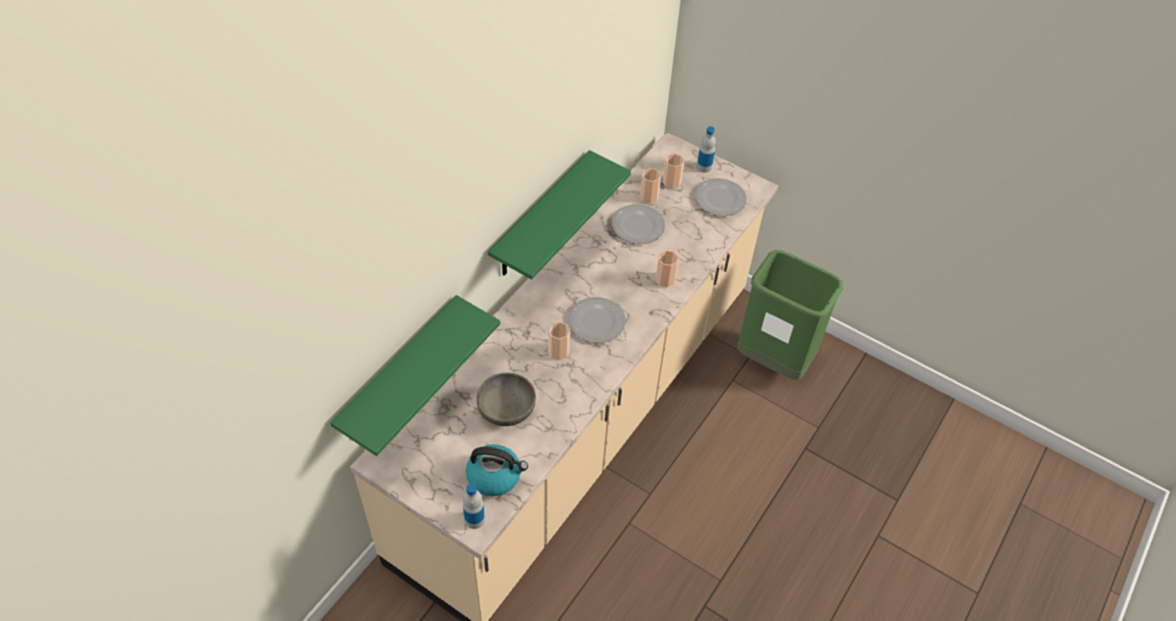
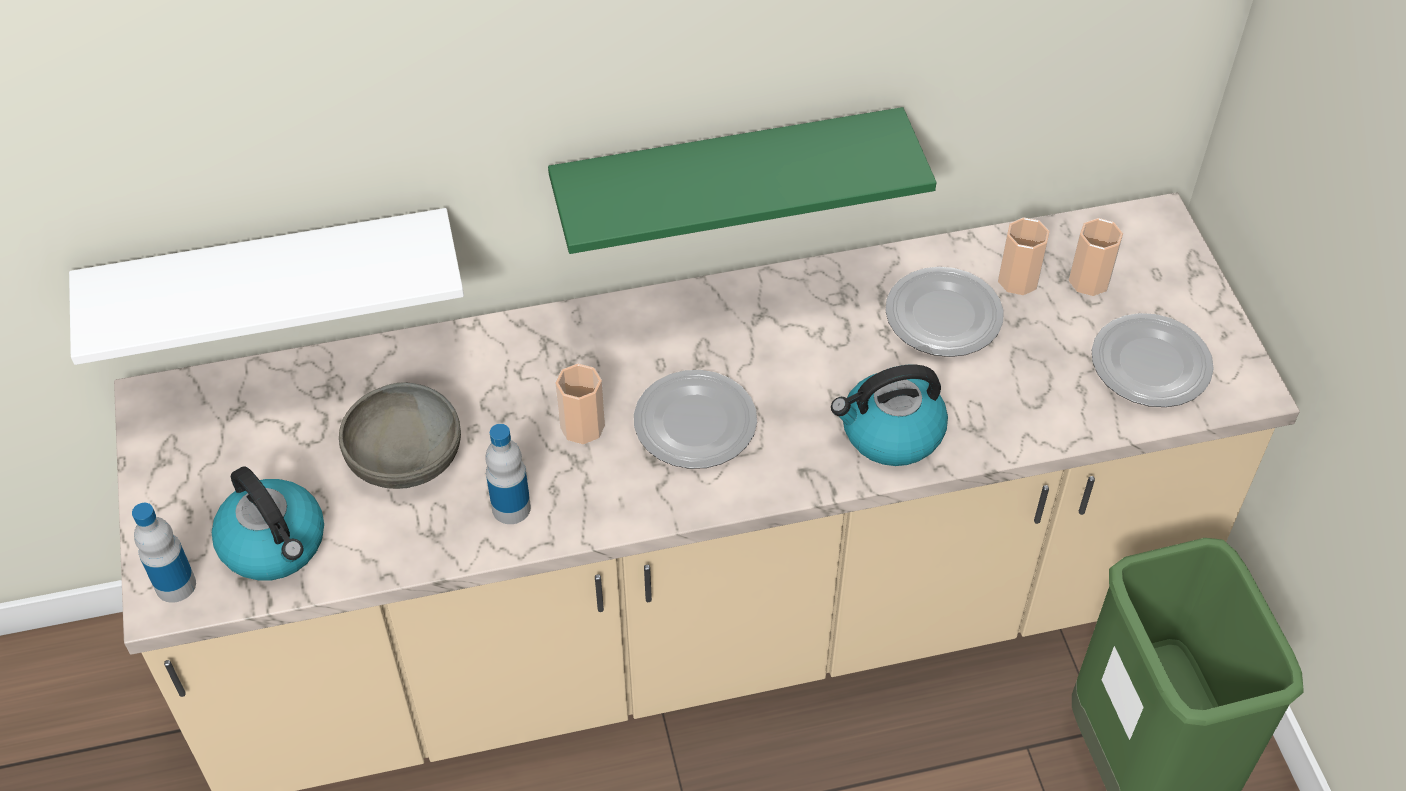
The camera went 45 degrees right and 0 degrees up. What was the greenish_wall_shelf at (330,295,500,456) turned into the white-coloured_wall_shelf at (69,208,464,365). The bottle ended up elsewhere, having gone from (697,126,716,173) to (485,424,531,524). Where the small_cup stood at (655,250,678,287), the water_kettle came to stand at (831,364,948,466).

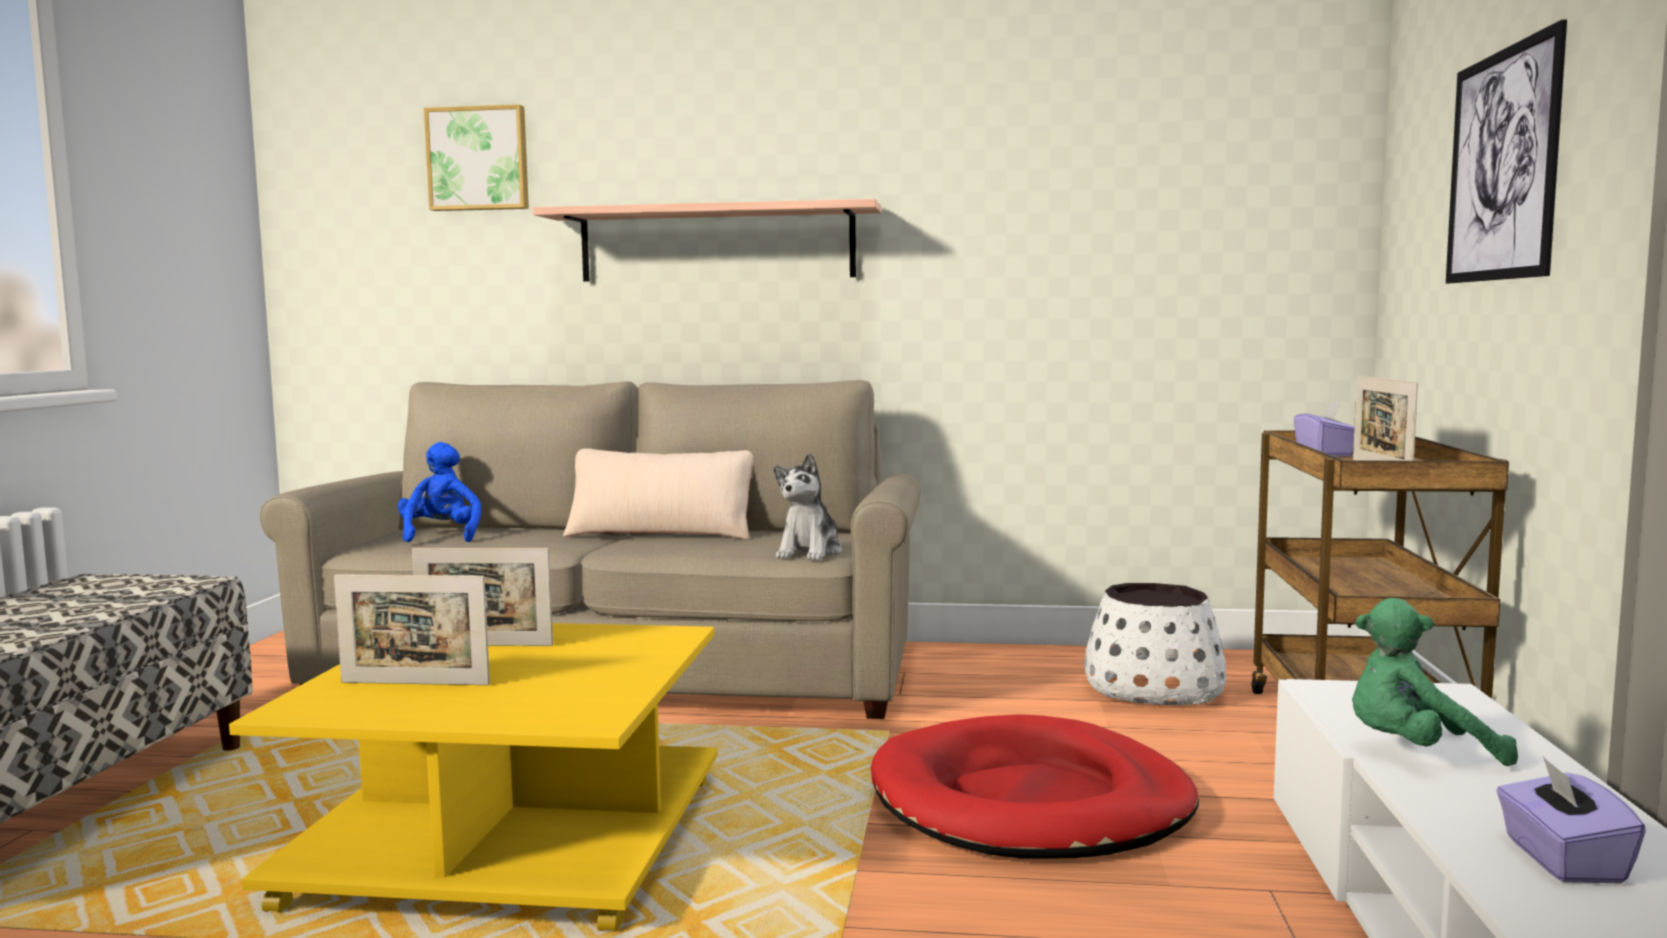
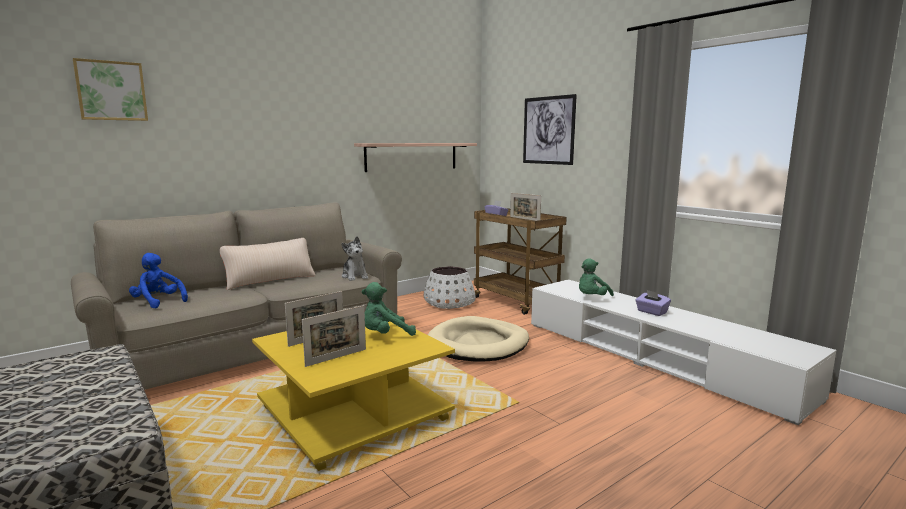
The camera went 45 degrees left and 5 degrees up. The wall_shelf ended up elsewhere, having gone from (533,199,882,282) to (354,143,477,172). The second view gained the greenish_plush_toy at (361,282,416,336). What was the red-coloured_dog_cushion at (871,714,1199,859) turned into the beige-coloured_dog_cushion at (428,316,529,362).

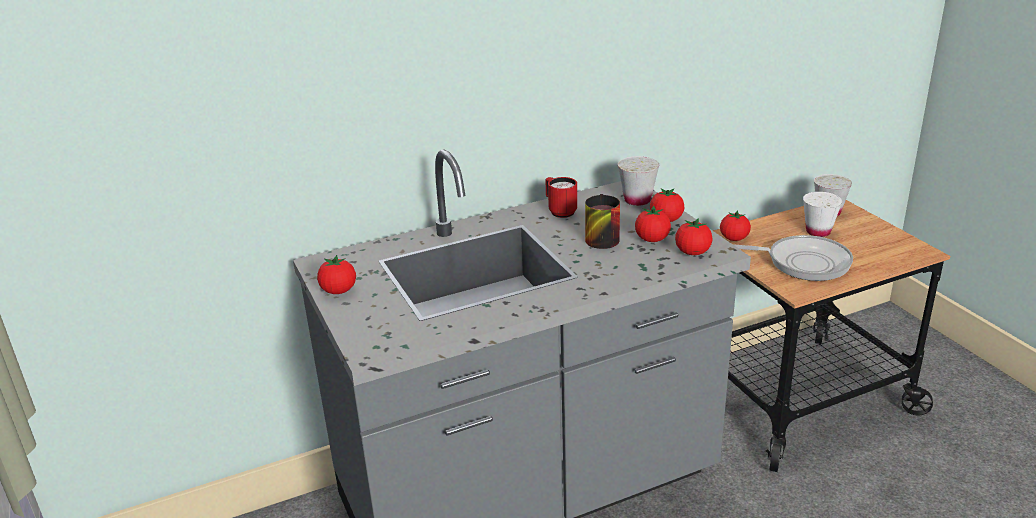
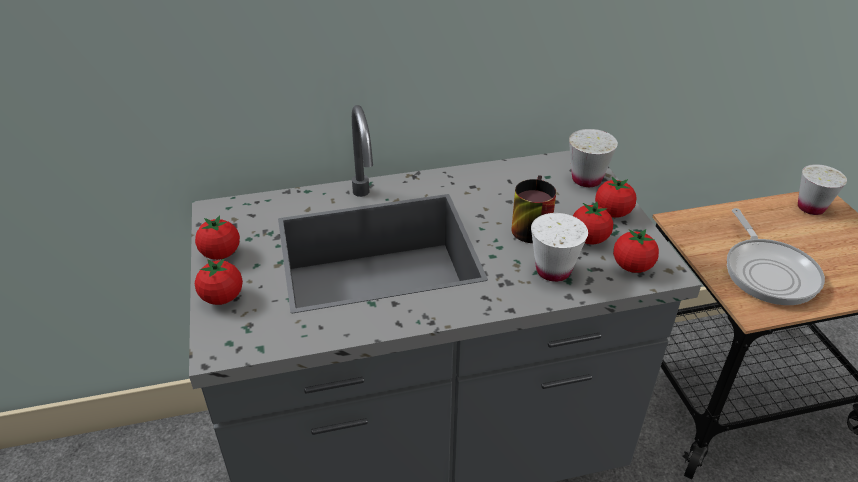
The camera went 10 degrees right and 10 degrees up. The whole_tomato ended up elsewhere, having gone from (720,210,751,241) to (195,258,243,305). The white-coloured_small_cup ended up elsewhere, having gone from (803,192,842,237) to (531,213,588,282). The frying_pan at (733,235,853,281) ended up facing another way, 60 degrees clockwise from before. The second view lost the red-coloured_mug at (545,177,577,218).

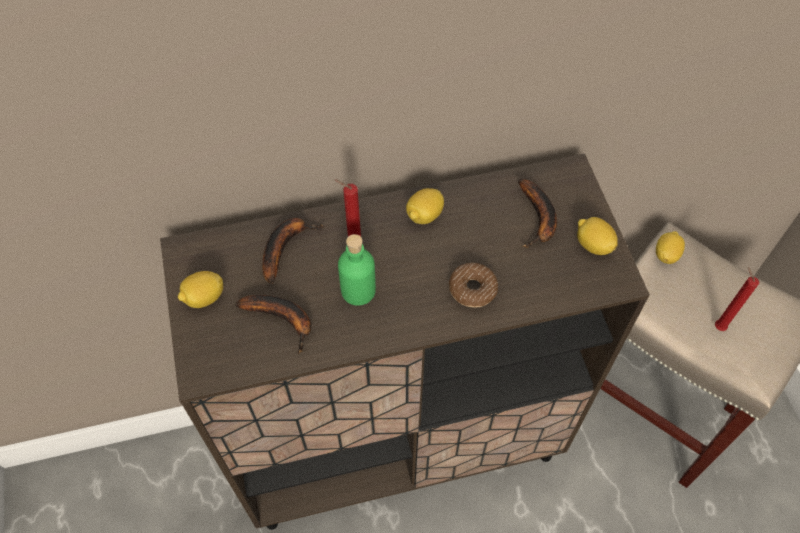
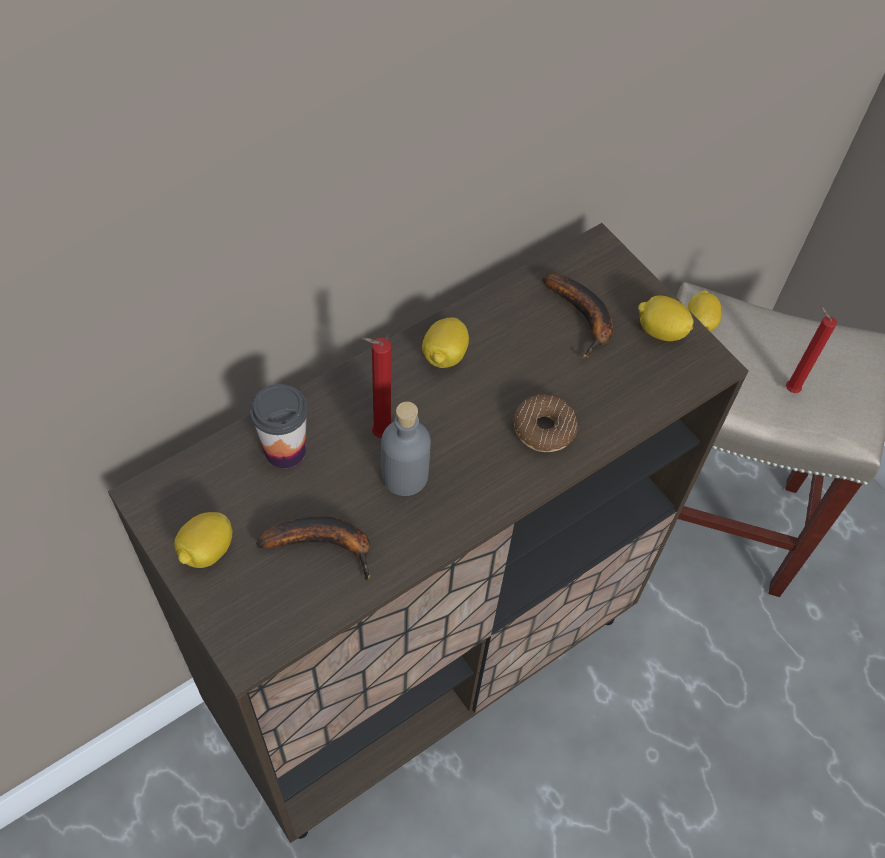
The camera went 25 degrees left and 0 degrees up. Where the whole_banana stood at (262,218,324,284), the small_cup came to stand at (250,384,308,468). What was the greenish_bottle at (338,234,376,306) turned into the gray_bottle at (381,402,431,496).

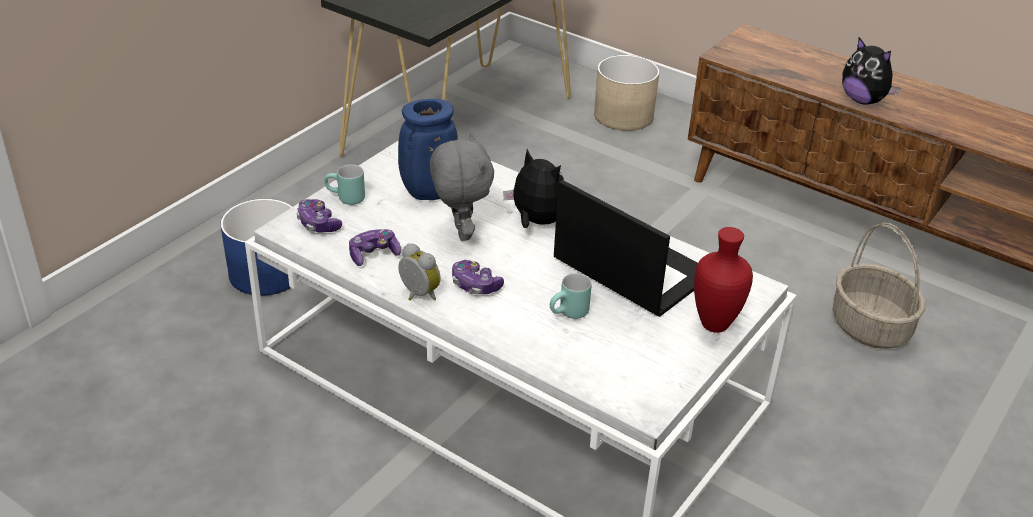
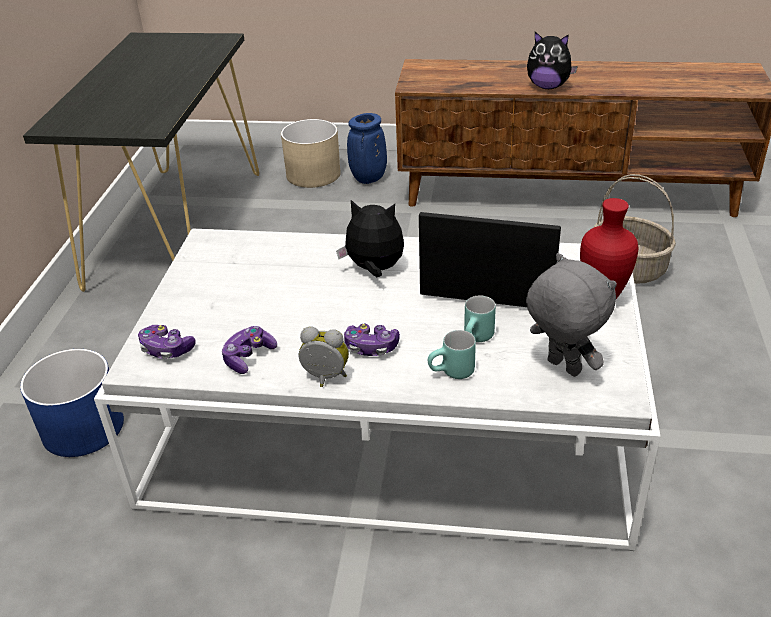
The camera went 25 degrees left and 0 degrees up. The blue-coloured_flower_vase ended up elsewhere, having gone from (398,99,458,200) to (347,113,387,184). The turquoise_mug ended up elsewhere, having gone from (324,164,365,205) to (428,330,476,379). The gray_plush_toy ended up elsewhere, having gone from (430,133,494,241) to (526,253,617,377).

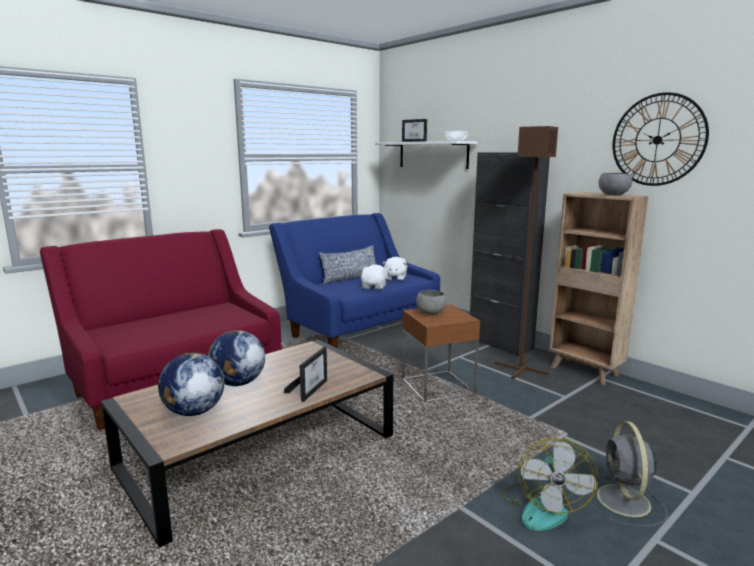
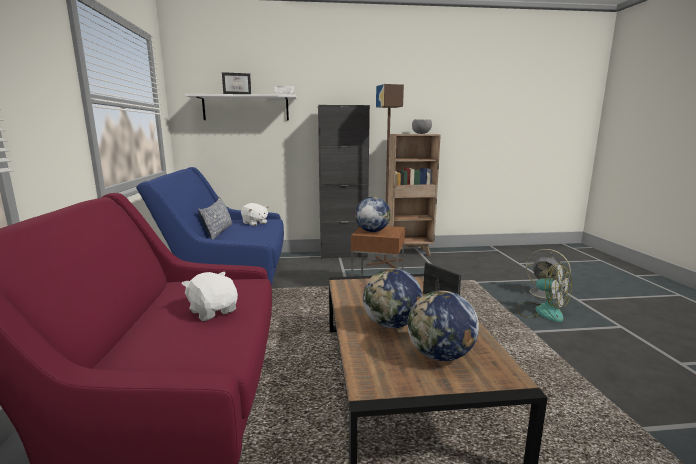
The camera went 55 degrees left and 0 degrees up. The white-coloured_plush_toy ended up elsewhere, having gone from (361,264,389,290) to (182,272,238,321). Where the gray_bowl stood at (416,290,447,315), the desk_globe came to stand at (355,197,391,232). The second view lost the clock_on_the_wall at (612,92,709,186).

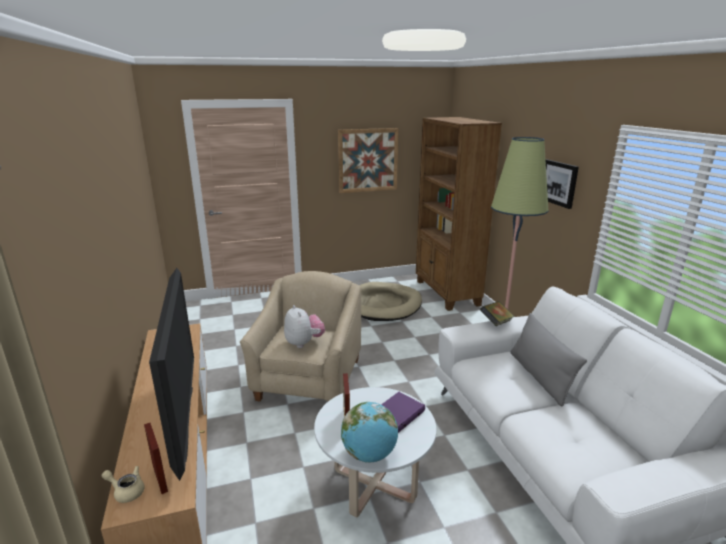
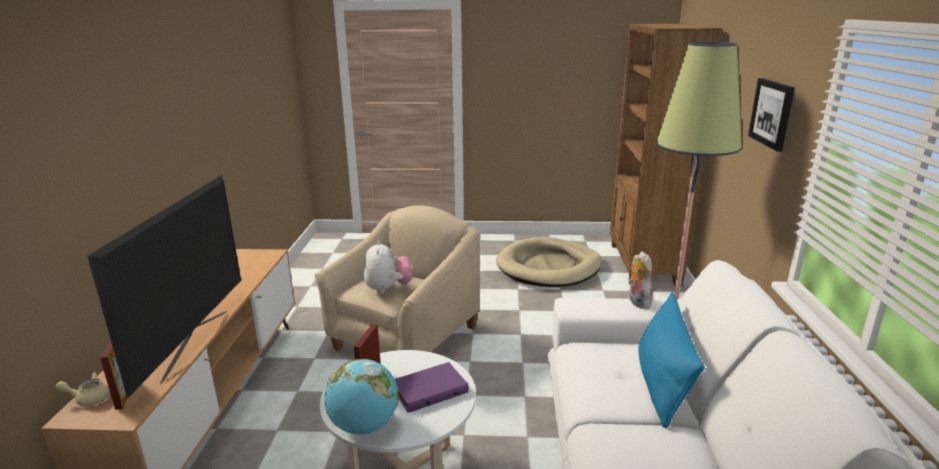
The camera went 20 degrees right and 0 degrees up. The beige-coloured_teapot at (101,466,144,503) ended up facing another way, 45 degrees counterclockwise from before. Where the book stood at (480,301,514,326), the plush_toy came to stand at (629,251,653,309). What was the gray_pillow at (510,313,587,407) turned into the blue-coloured_pillow at (639,293,705,428). The second view lost the picture at (338,128,399,193).

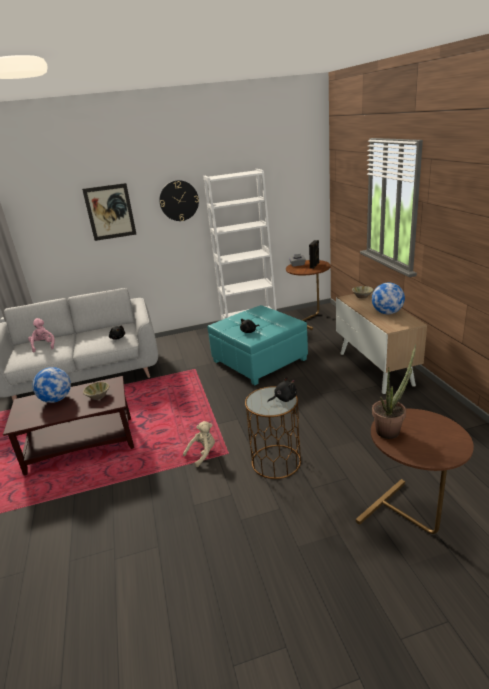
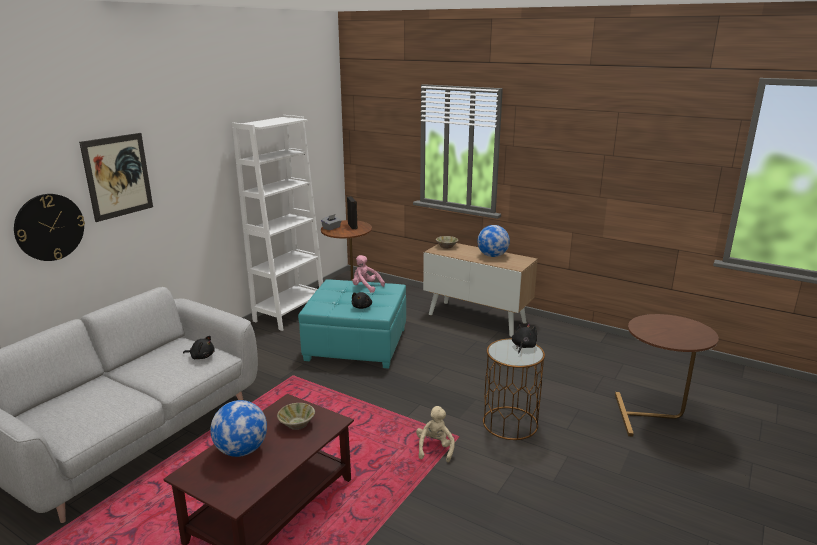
The camera went 45 degrees left and 5 degrees down. The clock_on_the_wall ended up elsewhere, having gone from (159,180,199,221) to (14,194,85,261). The pink-coloured_plush_toy ended up elsewhere, having gone from (28,318,55,352) to (352,255,385,293). The second view lost the plant_in_a_pot at (372,344,416,439).

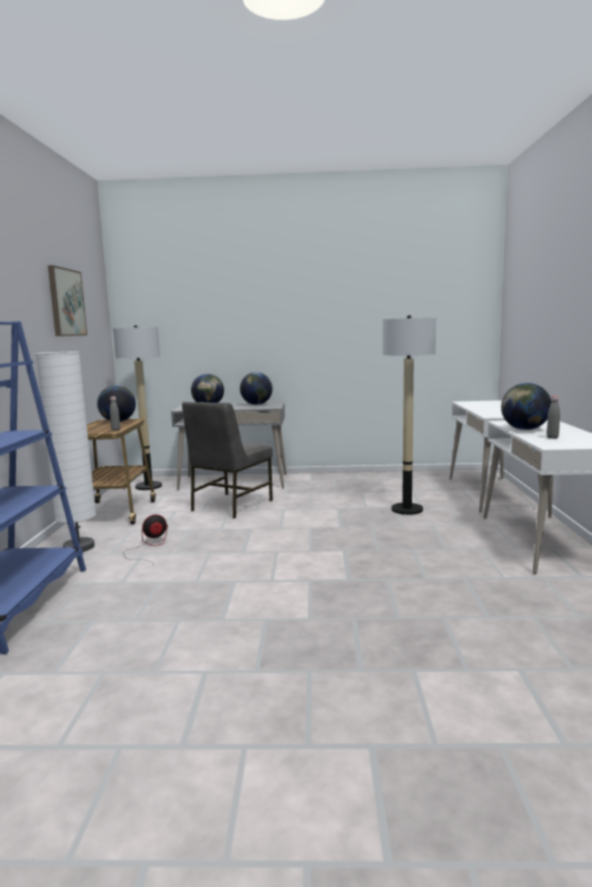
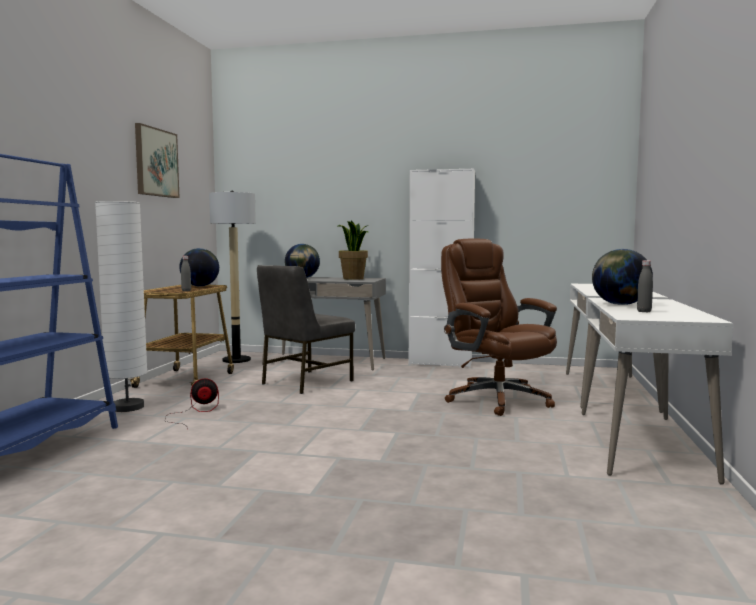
The camera went 10 degrees right and 5 degrees down. Where the desk_globe stood at (240,372,273,405), the plant_in_a_pot came to stand at (337,220,368,280). The second view gained the white-coloured_cabinet at (409,169,475,368). Where the floor_lamp stood at (383,315,436,515), the brownish_desk_chair came to stand at (441,238,557,416).

